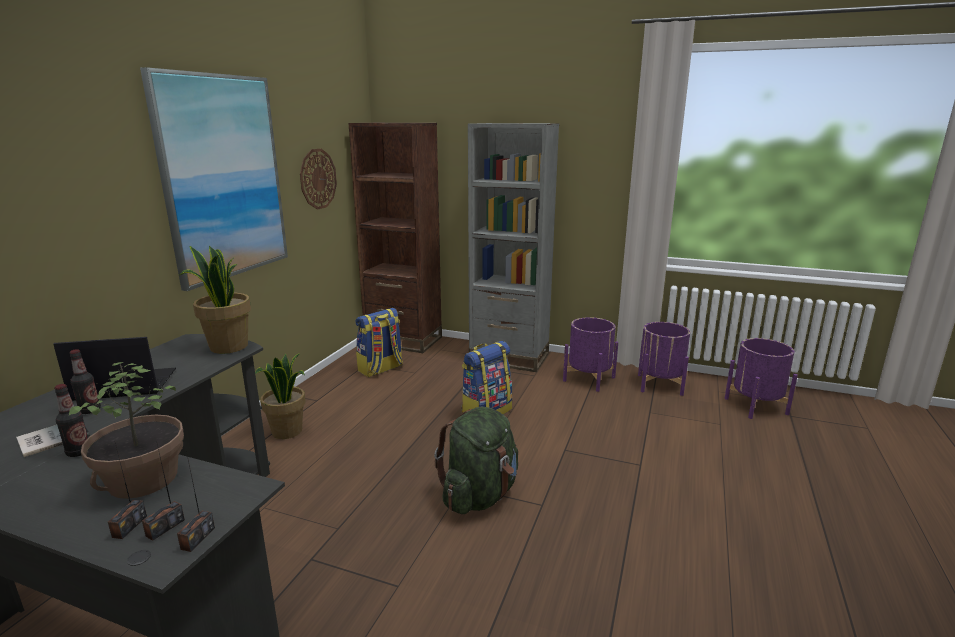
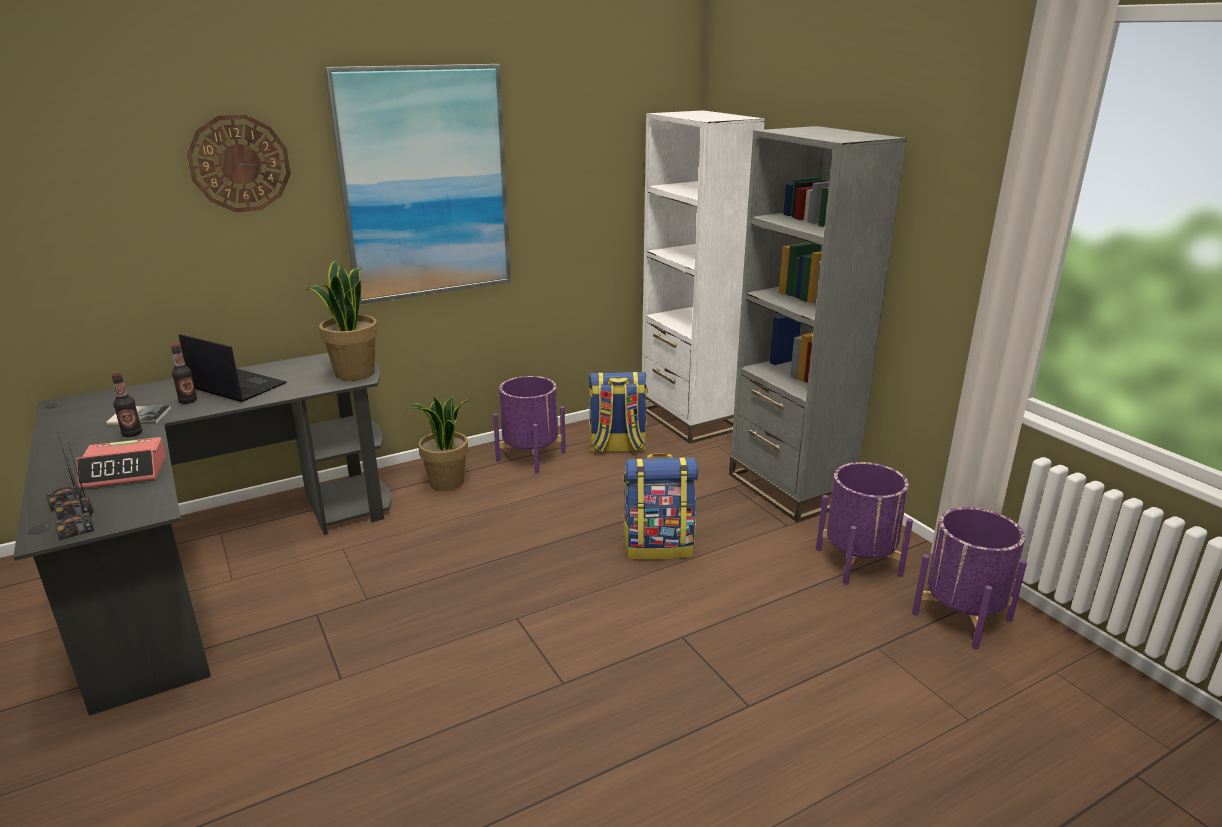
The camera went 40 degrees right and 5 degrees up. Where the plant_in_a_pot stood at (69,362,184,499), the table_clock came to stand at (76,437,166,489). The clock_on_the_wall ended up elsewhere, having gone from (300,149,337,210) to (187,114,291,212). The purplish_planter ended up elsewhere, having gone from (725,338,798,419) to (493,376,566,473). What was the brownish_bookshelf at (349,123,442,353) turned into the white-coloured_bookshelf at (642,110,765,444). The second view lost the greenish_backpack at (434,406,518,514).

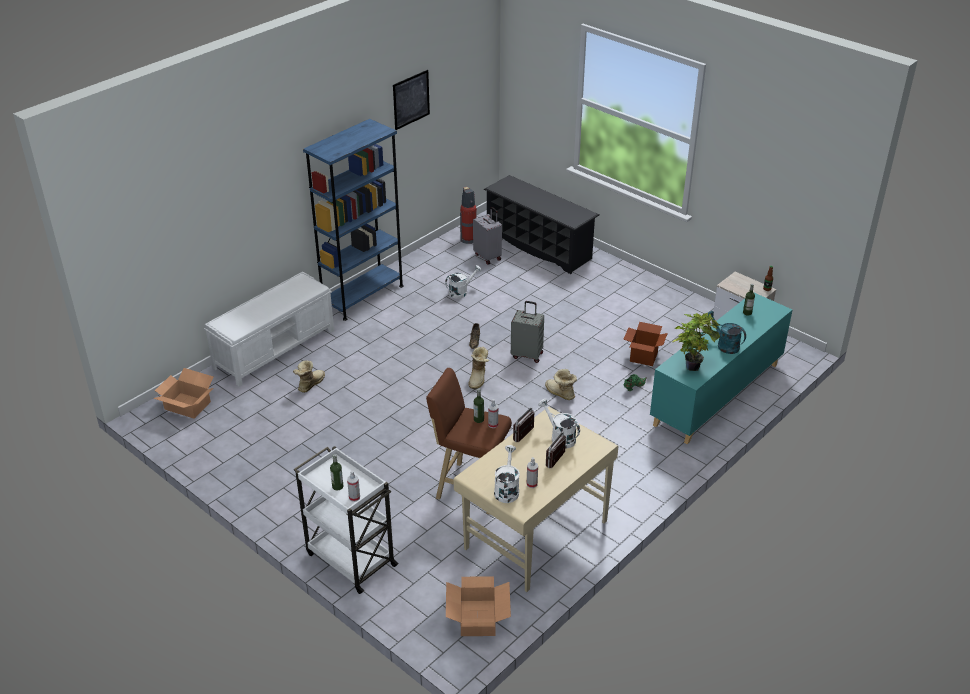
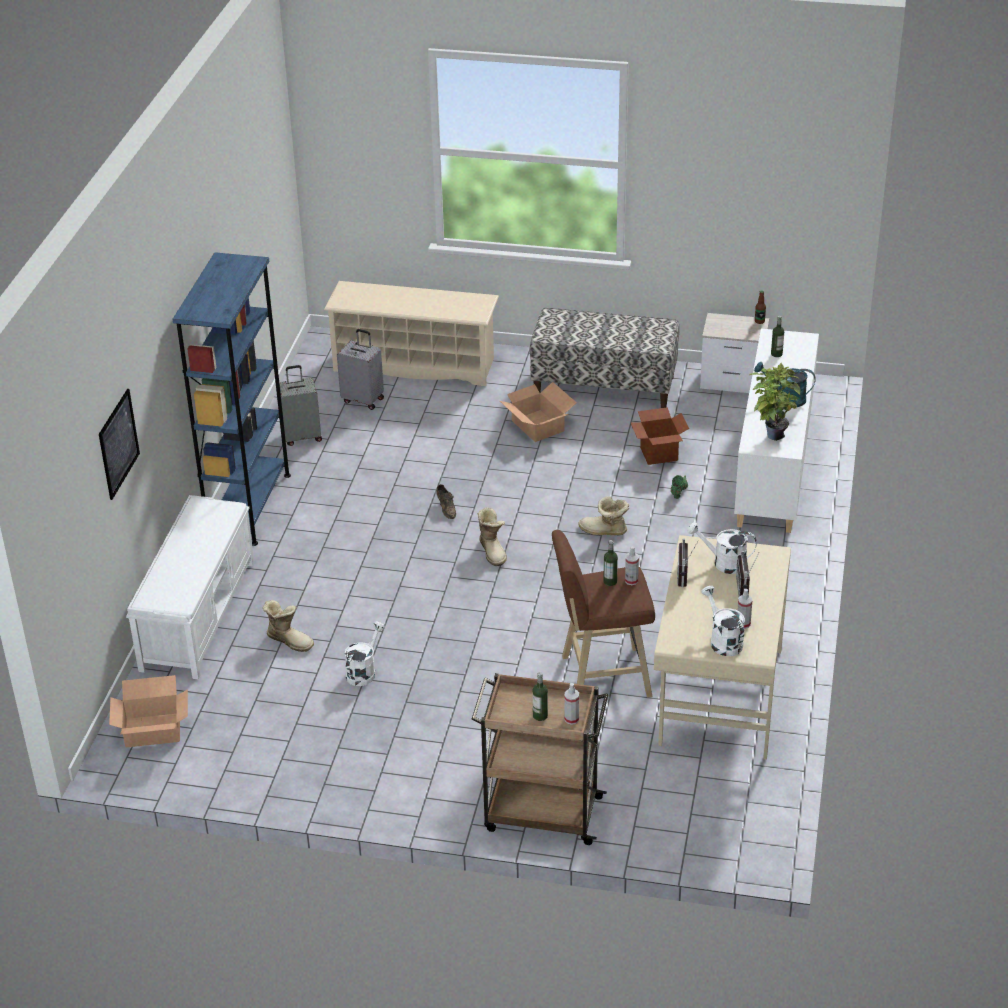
The camera went 30 degrees left and 0 degrees up. The picture ended up elsewhere, having gone from (393,70,430,130) to (99,389,140,500). The boot at (293,361,325,393) ended up facing another way, 120 degrees clockwise from before. The gray_suitcase ended up elsewhere, having gone from (511,301,544,363) to (279,365,322,446). What was the black_shoe_shelf at (484,175,599,274) turned into the beige-coloured_shoe_shelf at (324,281,499,386). The white-coloured_watering_can ended up elsewhere, having gone from (445,265,482,299) to (345,622,385,686). What was the white-coloured_wheeled_cart at (294,446,399,594) turned into the brownish_wheeled_cart at (472,673,608,845). The carton ended up elsewhere, having gone from (446,576,511,636) to (500,382,577,442). The second view gained the bench at (530,308,680,408). What was the turquoise_cabinet at (650,292,792,444) turned into the white-coloured_cabinet at (734,329,819,533). The second view lost the extinguisher at (460,187,477,244).

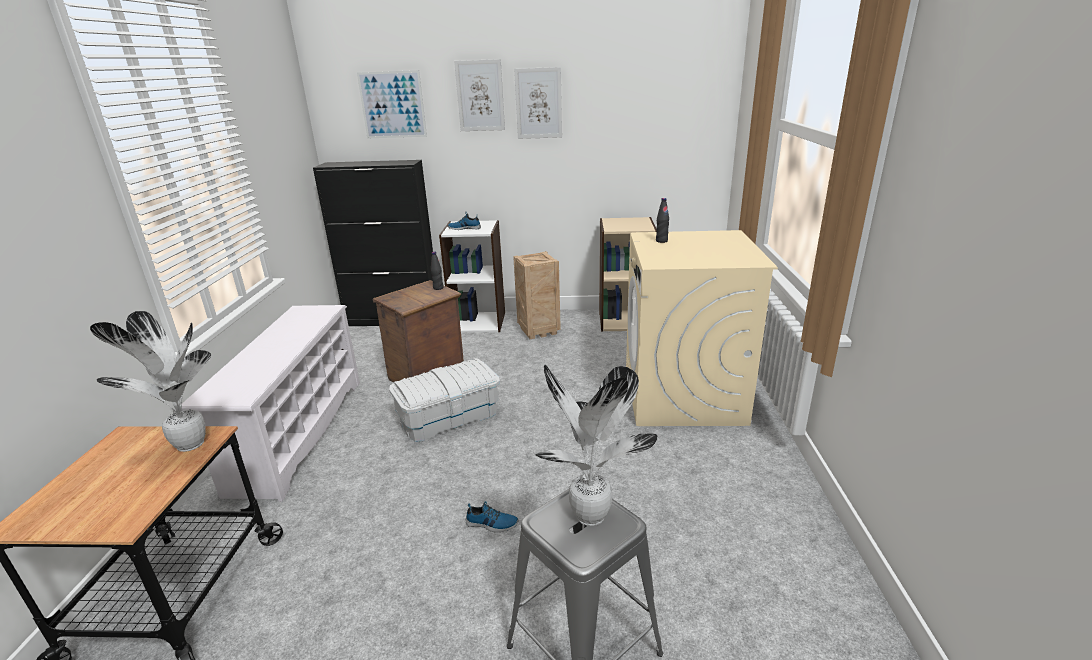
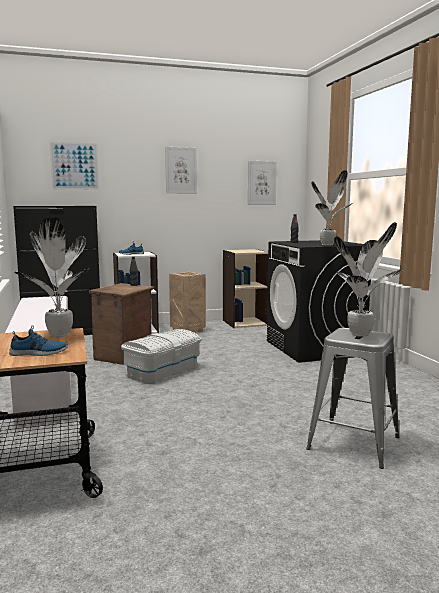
The camera went 20 degrees left and 15 degrees down. The low_shoe ended up elsewhere, having gone from (466,501,518,532) to (9,325,68,356). The picture ended up elsewhere, having gone from (454,59,505,131) to (248,161,277,205). What was the beige-coloured_washing_machine at (626,230,778,426) turned into the black_washing_machine at (267,240,371,363). The second view gained the plant_in_a_pot at (311,170,353,245).

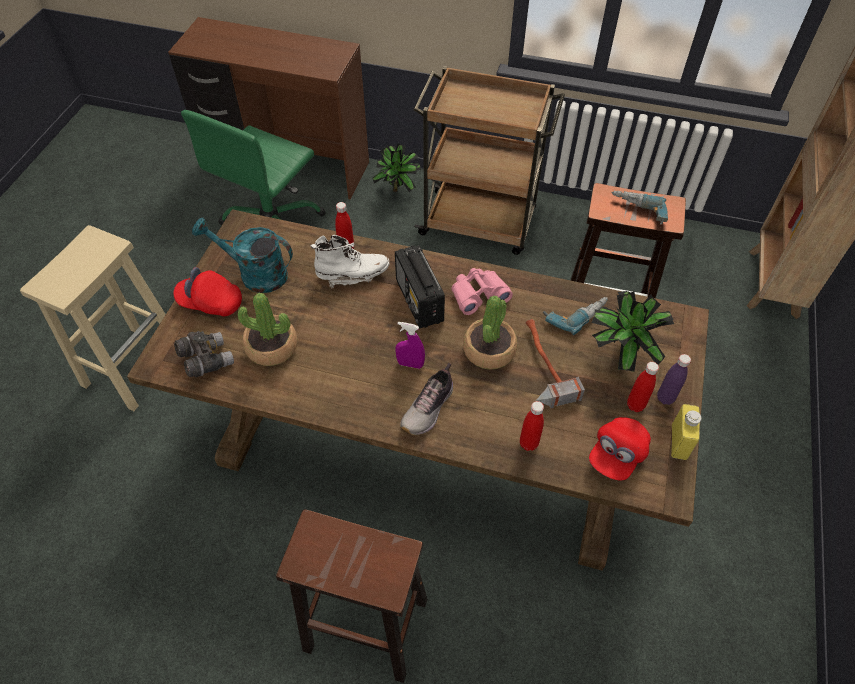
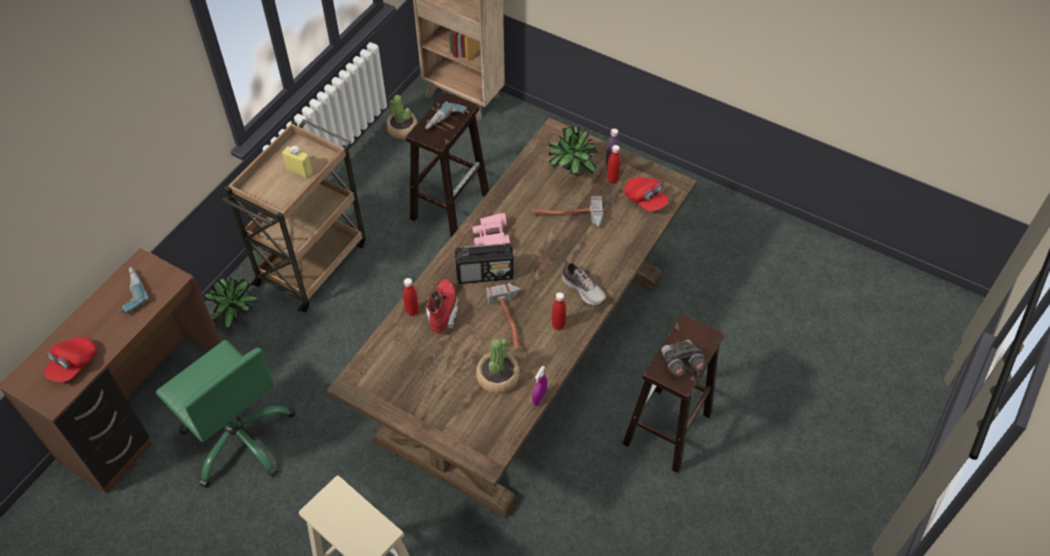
The camera went 75 degrees left and 0 degrees up. The red-coloured_cap ended up elsewhere, having gone from (173,267,242,316) to (44,337,97,382). The electric_drill ended up elsewhere, having gone from (543,297,608,335) to (118,267,149,314). The yellow-coloured_bottle ended up elsewhere, having gone from (671,404,702,460) to (282,146,313,179). The plant_in_a_pot ended up elsewhere, having gone from (463,296,517,370) to (386,95,417,139). What was the white-coloured_boot at (311,235,389,289) turned into the red-coloured_boot at (426,279,459,333). The second view gained the tool_hammer at (486,282,522,352). The purplish_hand_sprayer ended up elsewhere, having gone from (395,322,425,369) to (532,366,547,406). The red-coloured_bottle ended up elsewhere, having gone from (520,401,544,451) to (552,292,566,330). The gray_pair_of_binoculars ended up elsewhere, having gone from (174,331,234,377) to (661,340,706,377). The second view lost the turquoise_watering_can at (192,218,293,293).

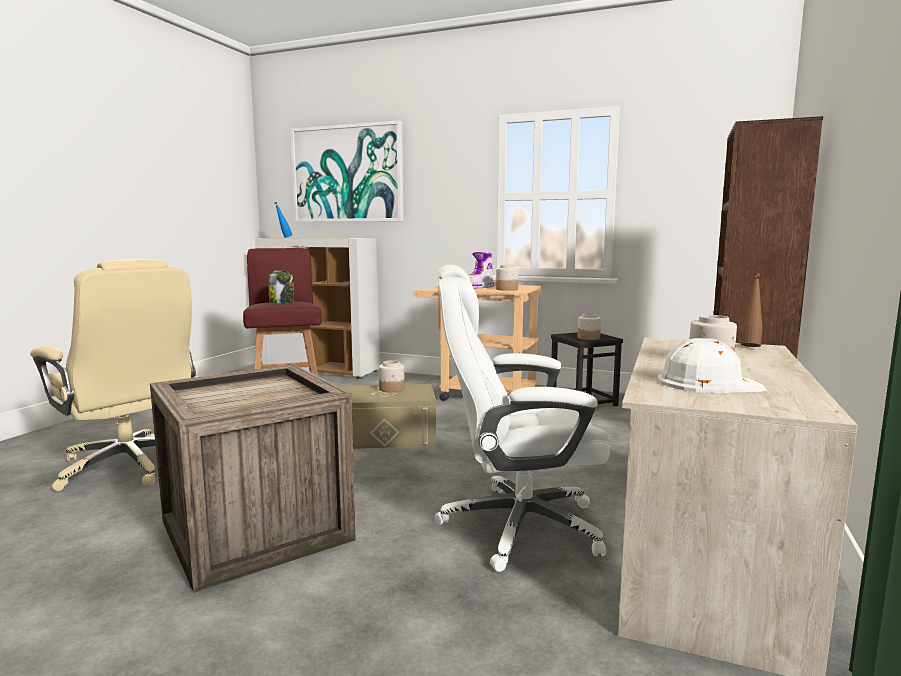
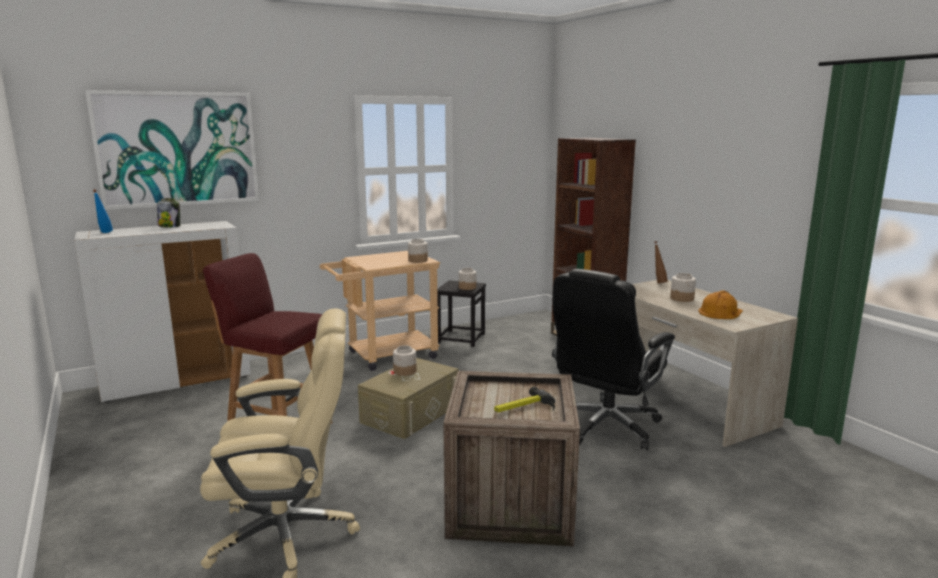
The camera went 50 degrees left and 5 degrees up. The jar ended up elsewhere, having gone from (269,270,293,303) to (157,198,180,228). The second view gained the tool_hammer at (494,386,555,413). What was the white-coloured_desk_chair at (435,264,610,572) turned into the black_desk_chair at (552,269,675,450). What was the white-coloured_hard_hat at (658,338,766,393) turned into the orangey_hard_hat at (698,290,743,319). The second view lost the boot at (468,252,496,289).

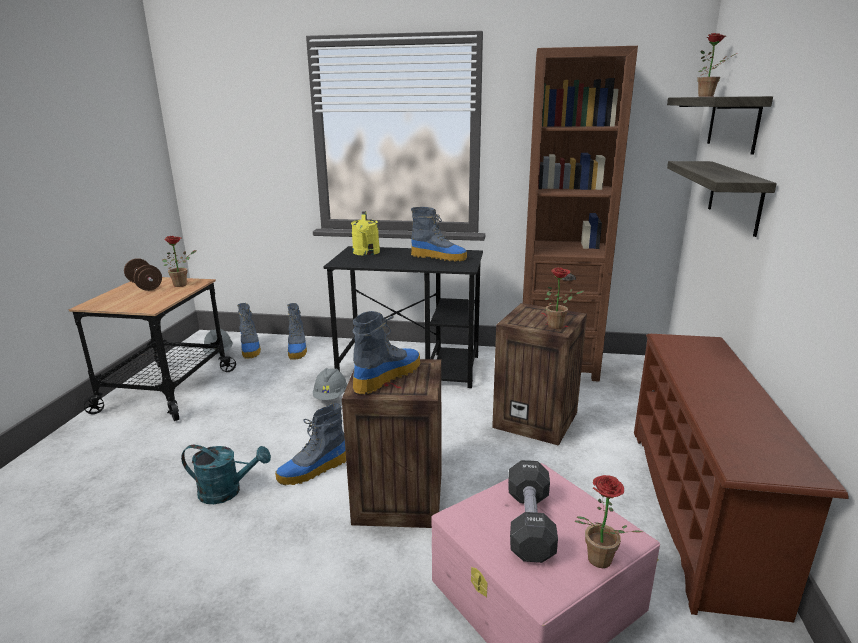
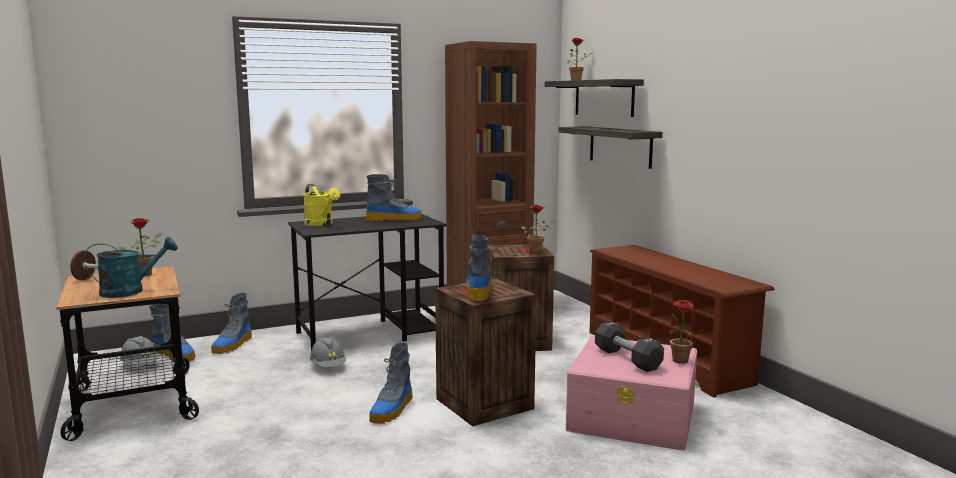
The camera went 35 degrees left and 10 degrees down. The turquoise_watering_can ended up elsewhere, having gone from (181,445,271,504) to (84,237,178,298). The boot at (287,303,307,360) ended up facing another way, 60 degrees clockwise from before.

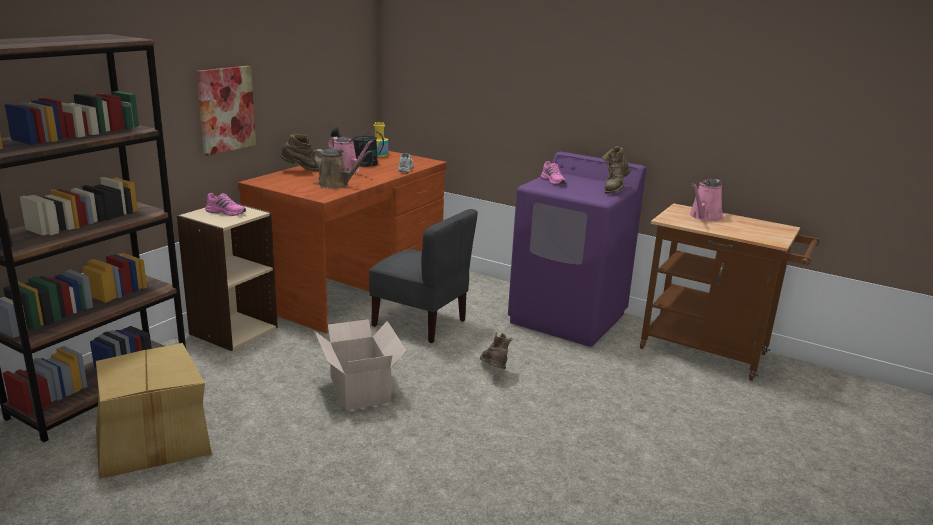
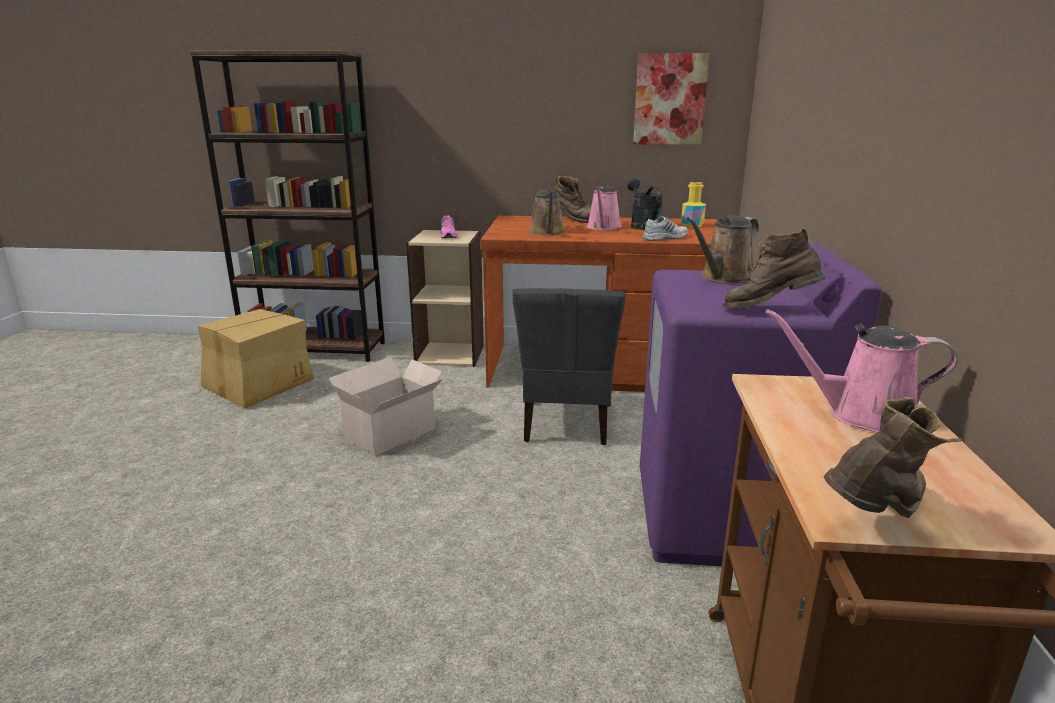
The camera went 65 degrees right and 0 degrees up. The picture ended up elsewhere, having gone from (196,66,256,156) to (633,53,710,145). Where the pink-coloured_low_shoe stood at (541,161,566,185), the brownish_watering_can came to stand at (686,215,759,284). The brownish_boot ended up elsewhere, having gone from (480,332,513,369) to (824,397,962,518).

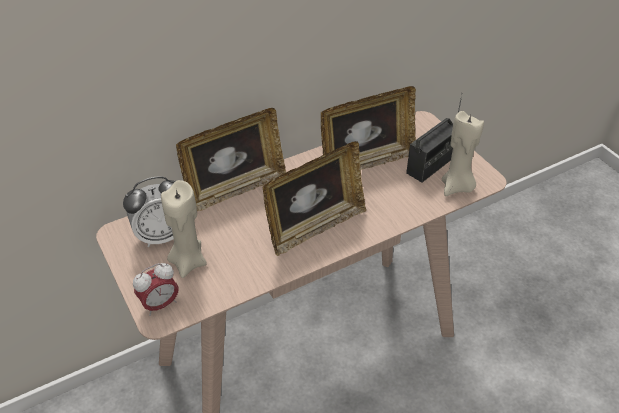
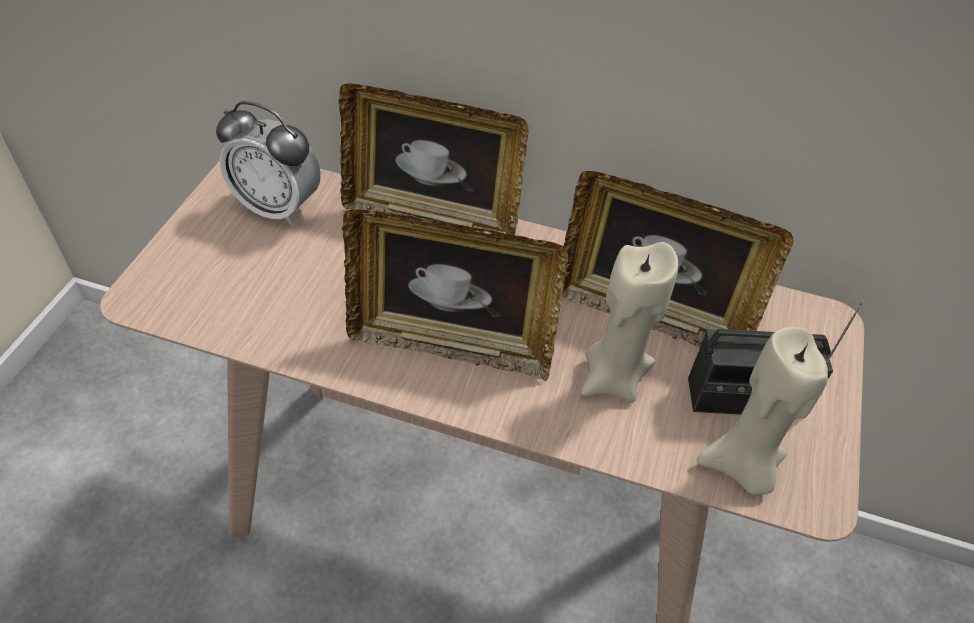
The camera went 45 degrees right and 5 degrees up. The beige-coloured_wax_light ended up elsewhere, having gone from (161,180,207,278) to (581,242,679,403). The second view lost the table_clock at (133,263,179,316).

